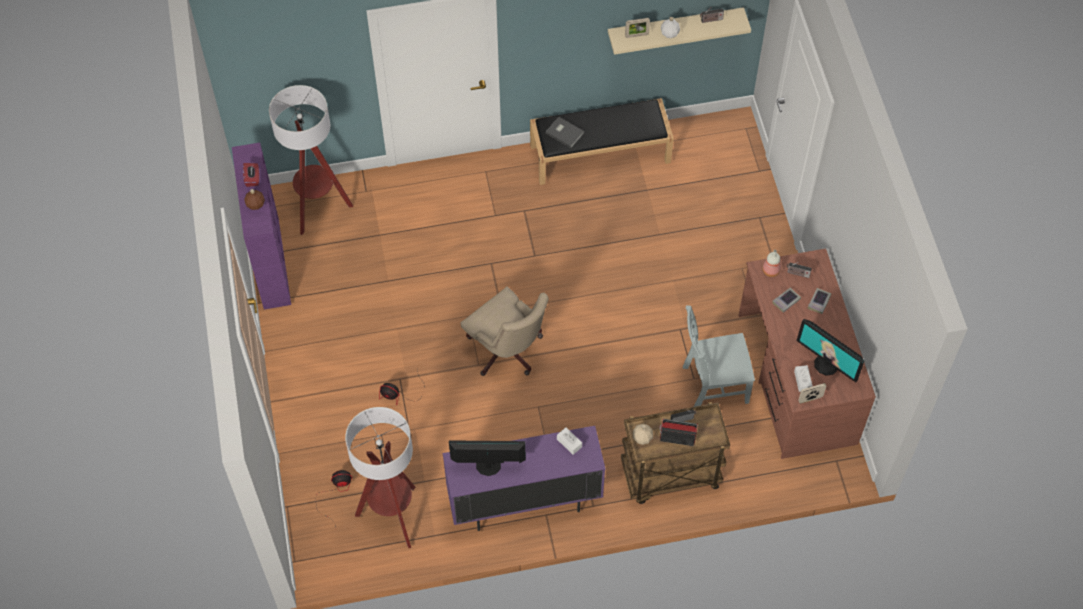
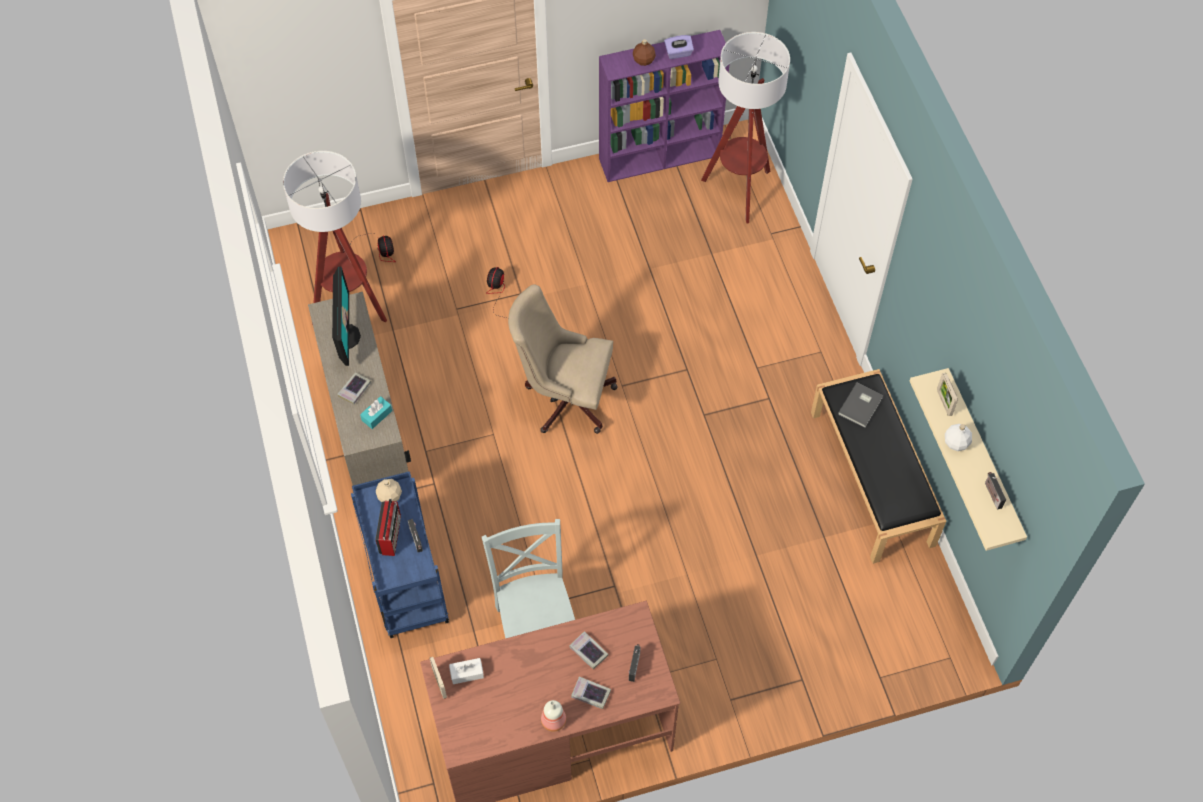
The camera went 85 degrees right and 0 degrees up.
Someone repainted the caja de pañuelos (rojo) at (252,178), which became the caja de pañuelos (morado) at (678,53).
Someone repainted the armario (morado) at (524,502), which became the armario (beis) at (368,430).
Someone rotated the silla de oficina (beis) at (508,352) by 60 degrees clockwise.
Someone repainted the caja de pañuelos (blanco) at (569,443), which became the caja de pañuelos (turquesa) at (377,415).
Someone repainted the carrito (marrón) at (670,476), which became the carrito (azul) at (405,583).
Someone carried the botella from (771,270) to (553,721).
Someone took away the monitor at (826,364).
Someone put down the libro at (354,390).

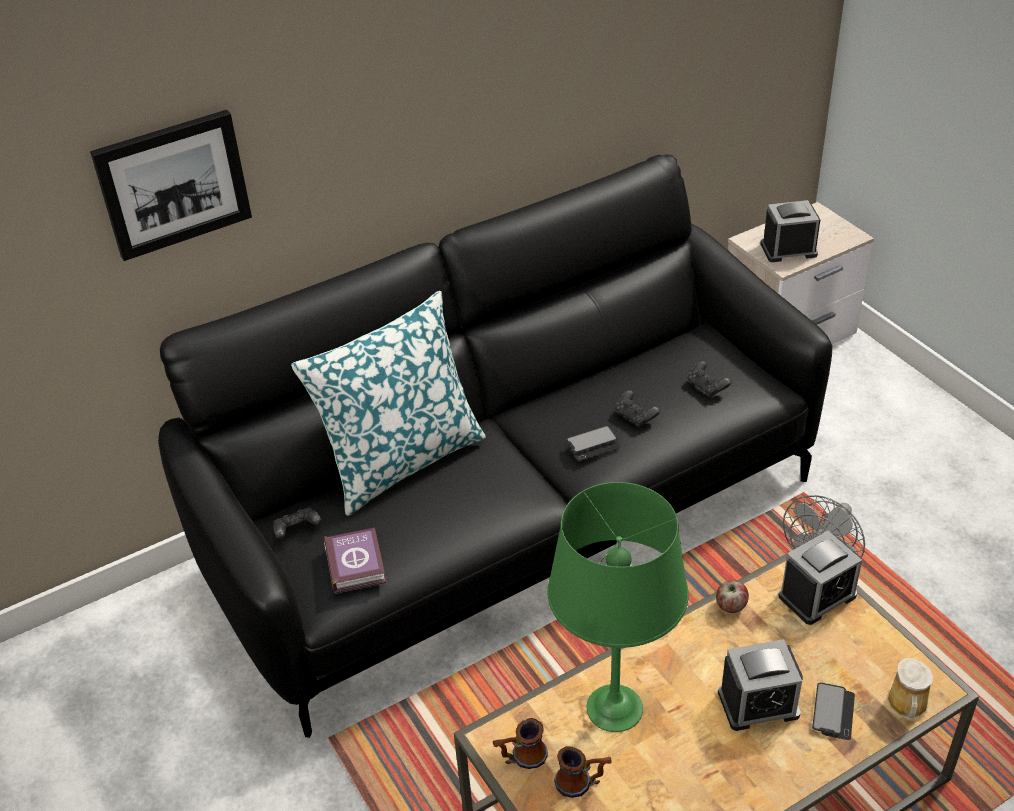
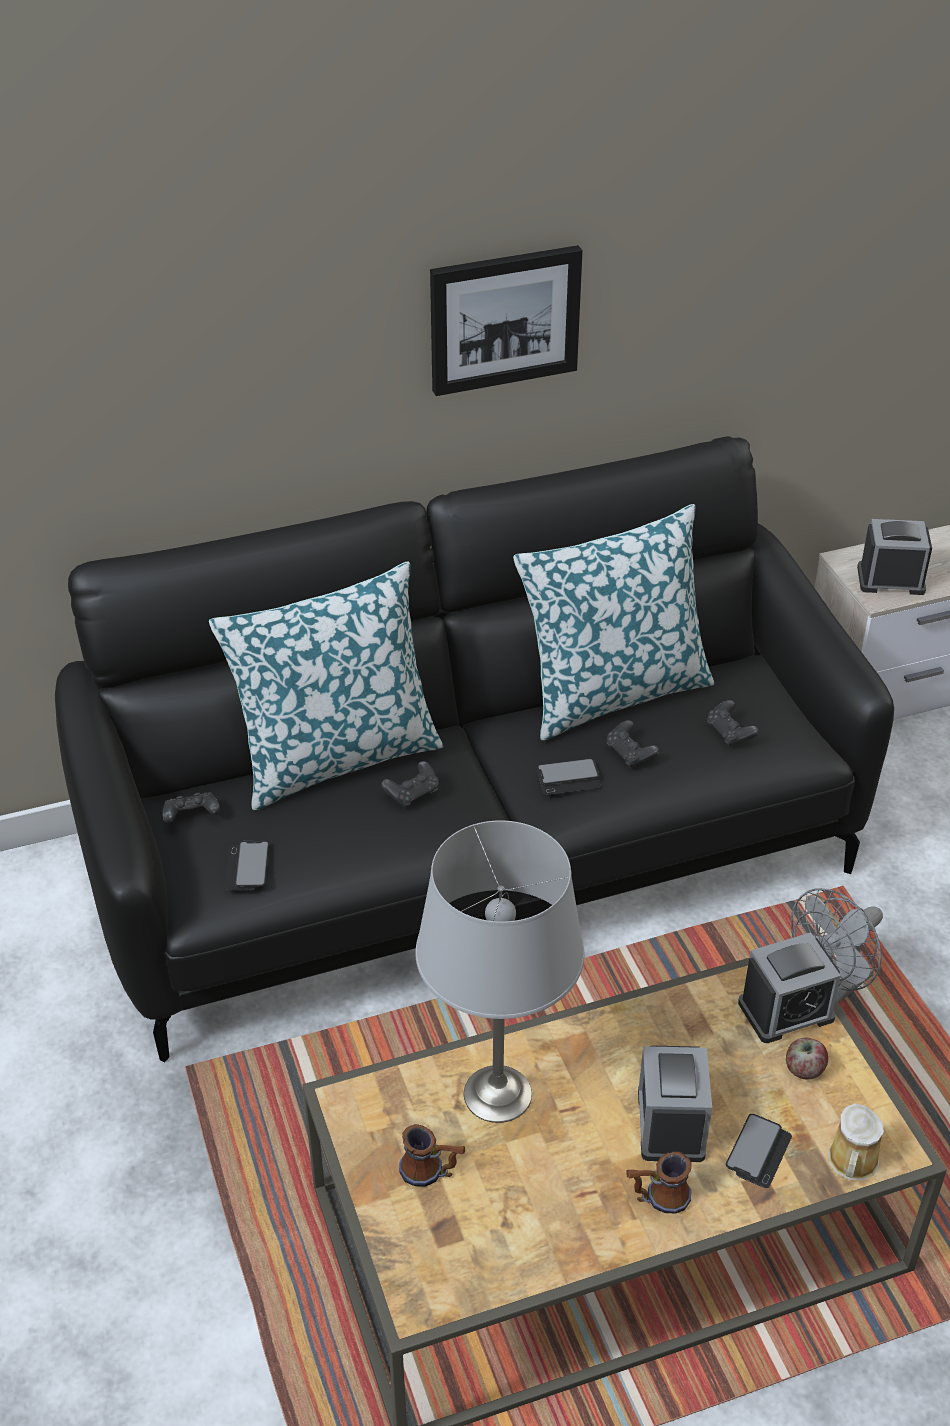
The camera went 10 degrees right and 0 degrees up.
Someone carried the cuadro from (173,183) to (504,319).
Someone swapped the libro at (356,563) for the móvil at (247,867).
Someone carried the taza grande from (521,758) to (657,1198).
Someone repainted the lámpara de mesa (verde) at (614,707), which became the lámpara de mesa (gris) at (498,1093).
Someone carried the manzana from (730,606) to (804,1070).
Someone rotated the despertador at (758,704) by 90 degrees clockwise.
Someone put down the mando de consola (negro) at (412,793).
Someone put down the cojín at (612,692).

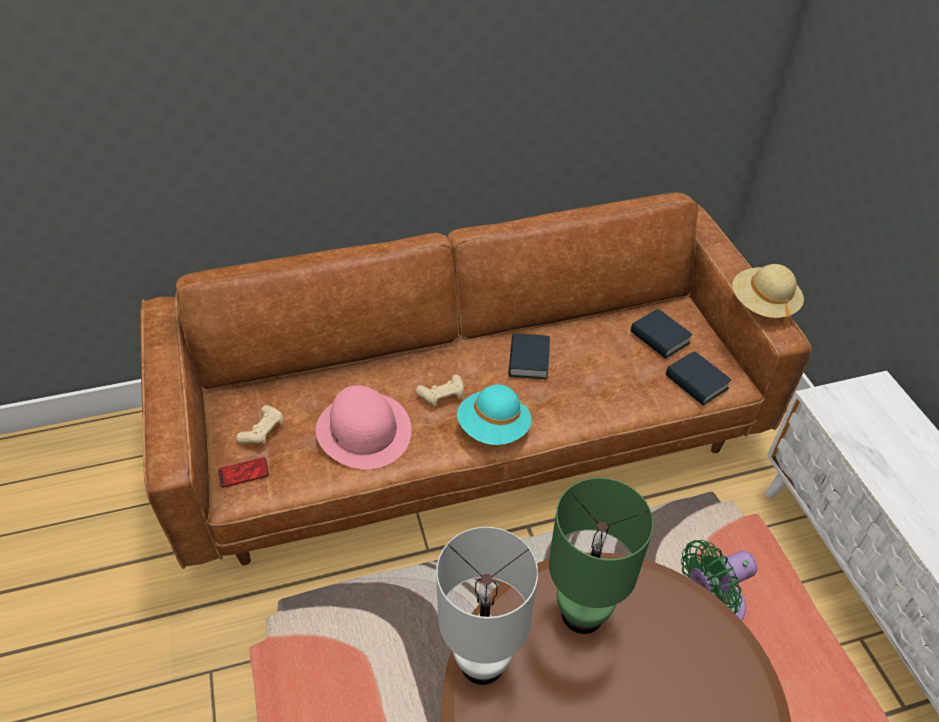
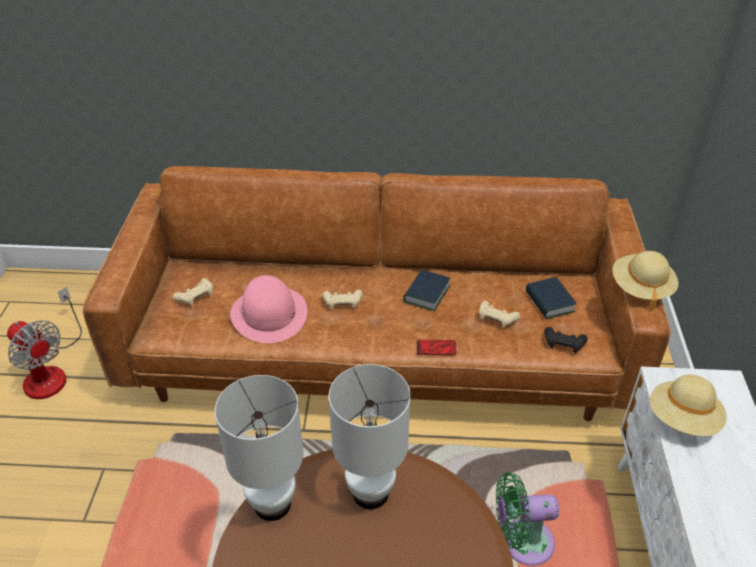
The camera went 20 degrees right and 5 degrees down.
Someone carried the móvil from (243,473) to (436,348).
Someone took away the sombrero (turquesa) at (493,428).
Someone repainted the lámpara de mesa (verde) at (582,613), which became the lámpara de mesa (blanco) at (371,492).
Someone swapped the libro at (696,382) for the mando de consola (negro) at (563,344).
Someone put down the ventilador at (51,371).
Someone put down the mando de consola (beis) at (496,318).
Someone put down the sombrero (beis) at (683,419).

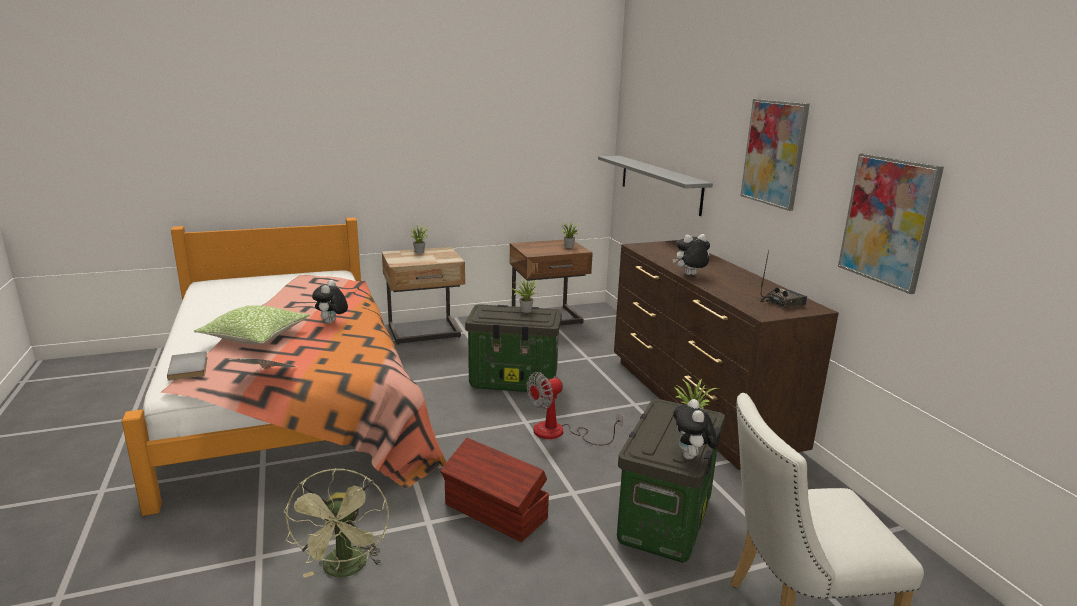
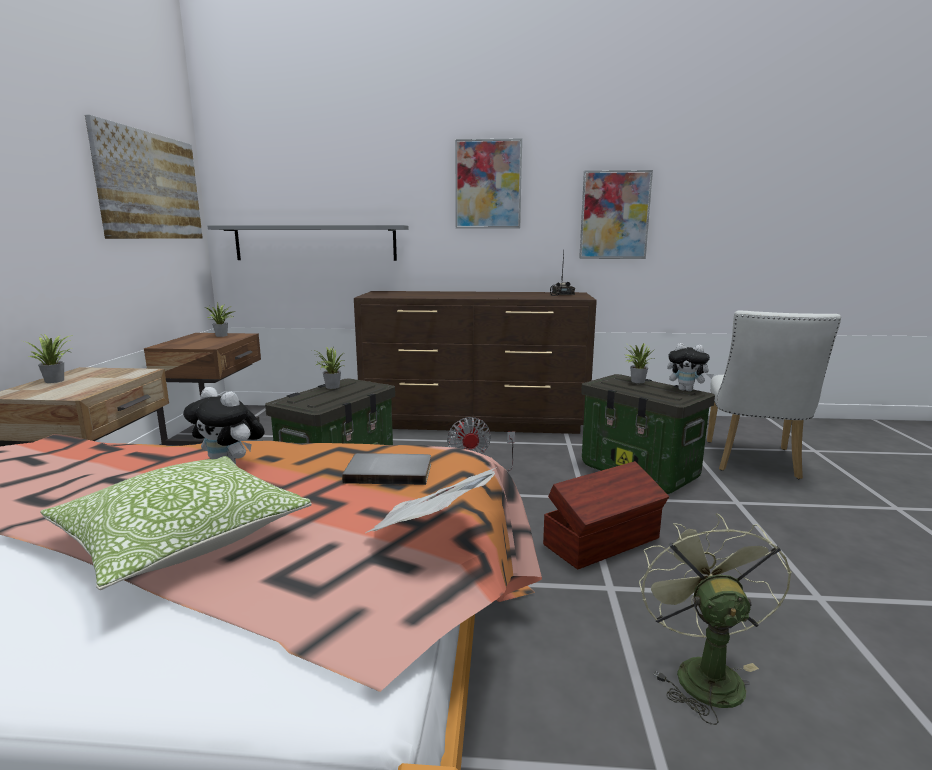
The camera went 65 degrees left and 5 degrees down.
Someone carried the libro (gris) from (190,367) to (389,471).
Someone rotated the ventilador (verde) at (345,570) by 105 degrees counterclockwise.
Someone took away the peluche at (690,275).
Someone put up the cuadro at (150,186).

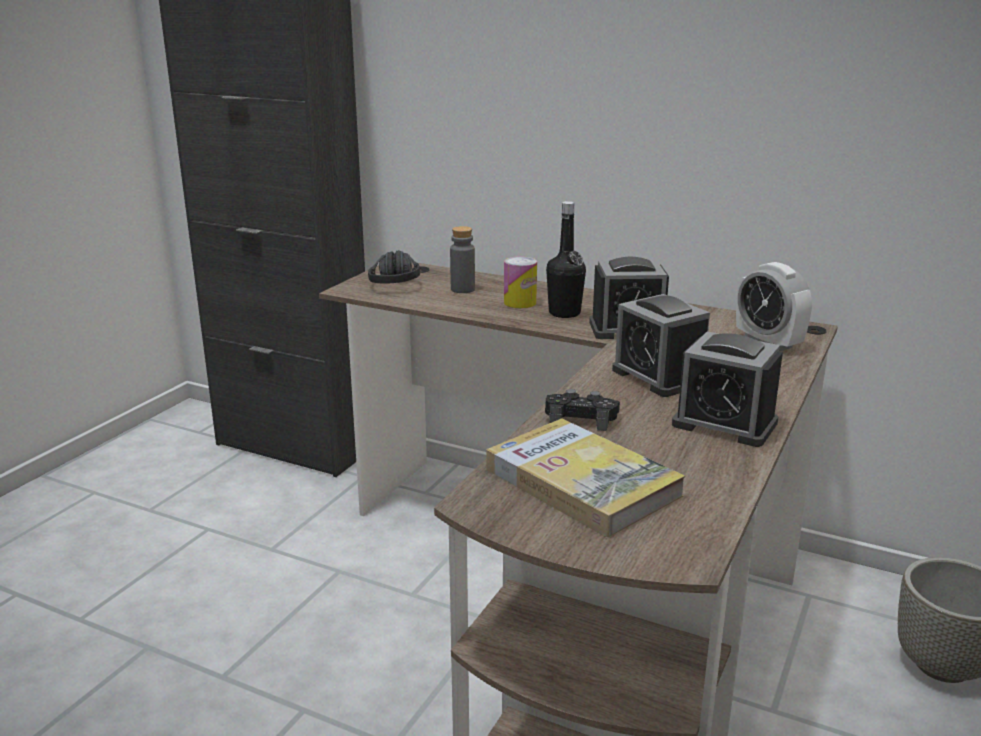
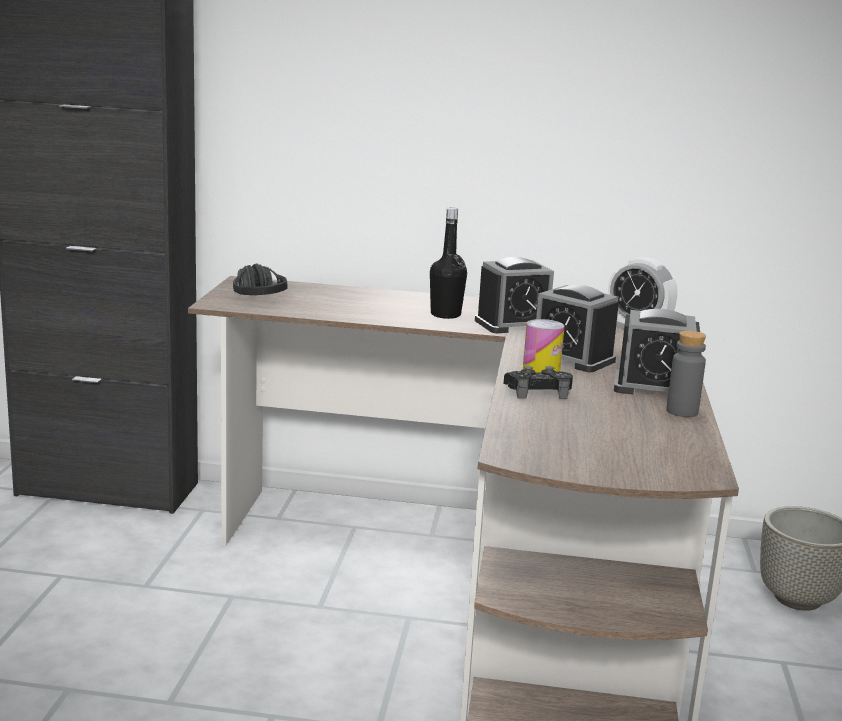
The camera went 20 degrees left and 5 degrees down.
Someone carried the botella (gris) from (462,289) to (682,411).
Someone took away the libro at (581,482).
Someone carried the lata from (520,303) to (541,372).

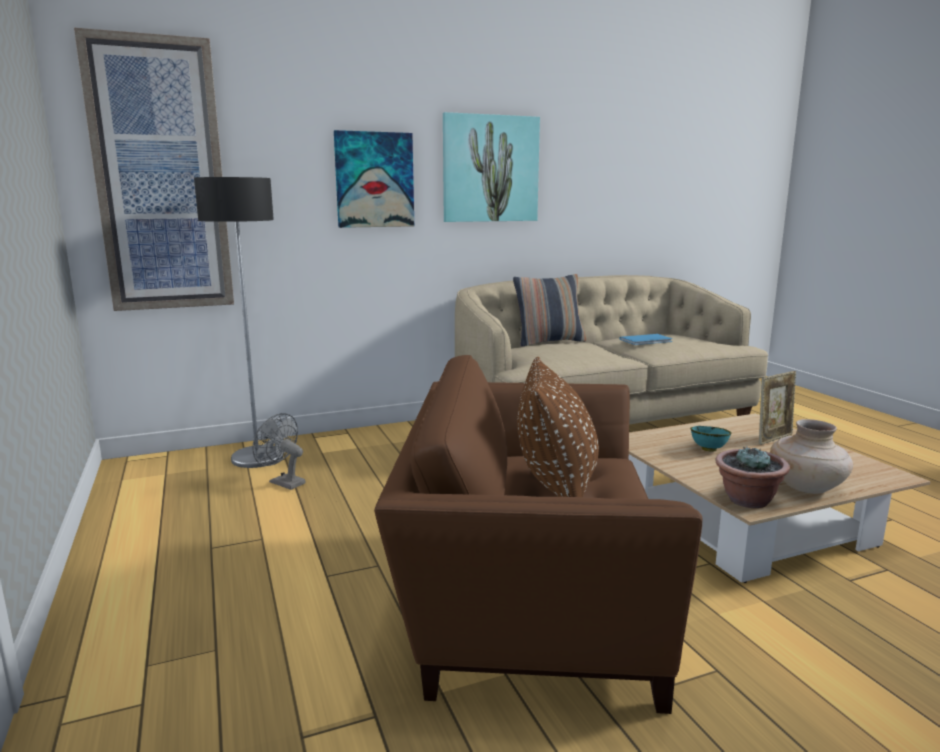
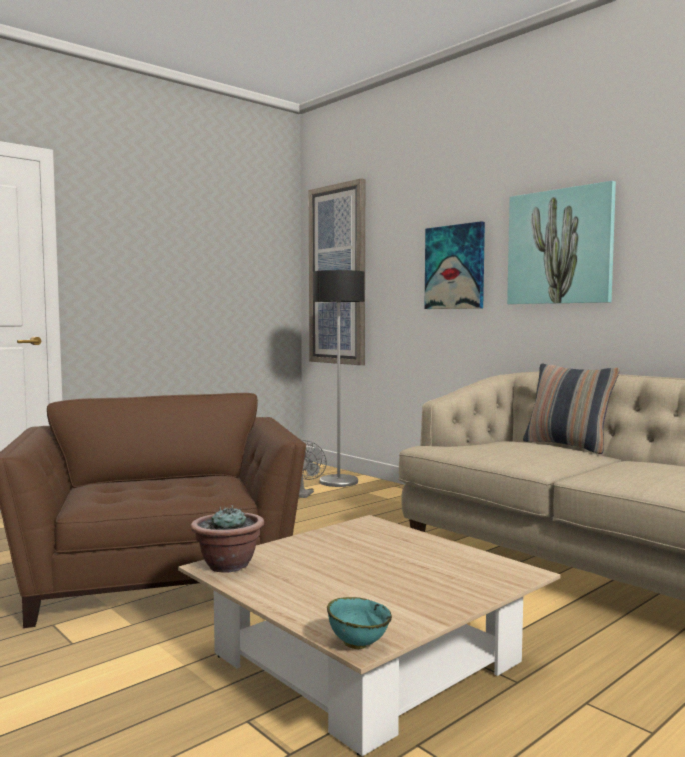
The camera went 70 degrees right and 10 degrees down.
Someone took away the cojín (marrón) at (555,486).
Someone took away the libro (azul) at (647,341).
Someone carried the cuenco (turquesa) from (708,450) to (357,644).
Someone took away the portarretratos at (773,438).
Someone took away the florero (beis) at (807,488).

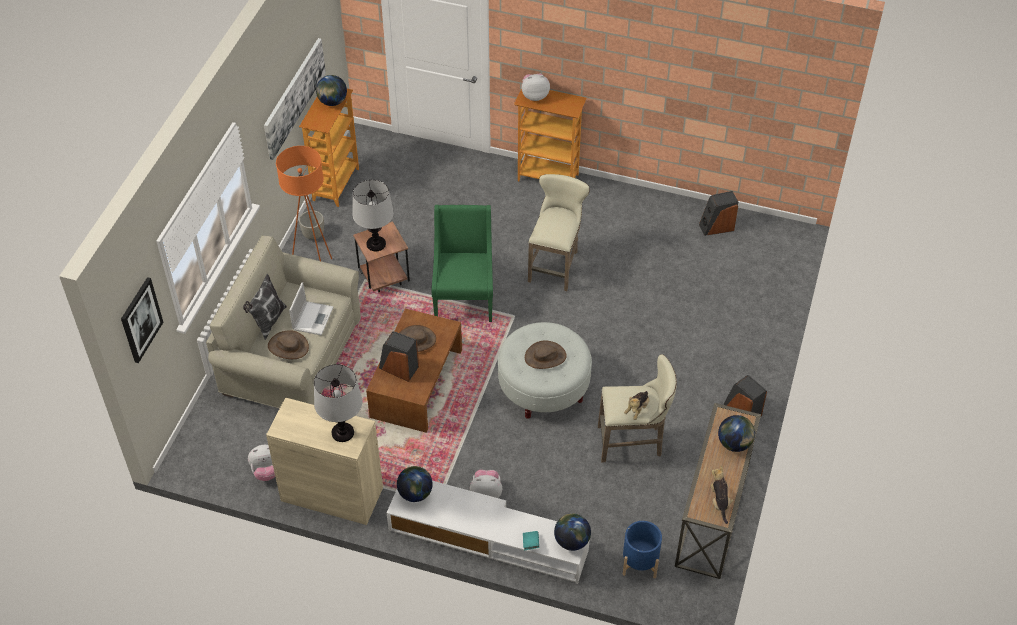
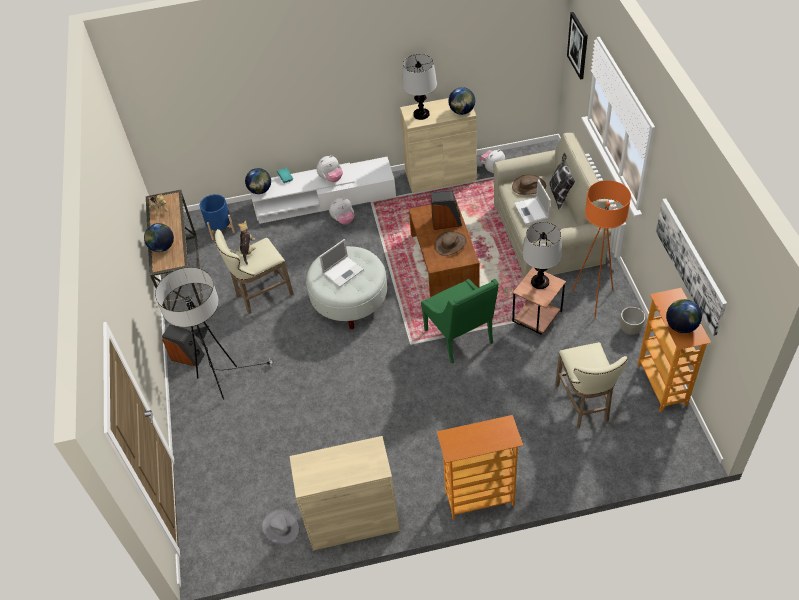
The camera went 155 degrees right and 0 degrees up.
Someone carried the globo terráqueo from (415,493) to (462,111).
Someone carried the peluche from (535,96) to (331,178).
Someone swapped the sombrero (marrón) at (545,357) for the portátil at (343,271).
Someone carried the taburete (beis) from (556,264) to (584,405).
Someone swapped the altavoz at (716,227) for the sombrero (gris) at (280,527).
Someone put down the lámpara de pie at (222,382).
Someone put down the armario (beis) at (352,521).

